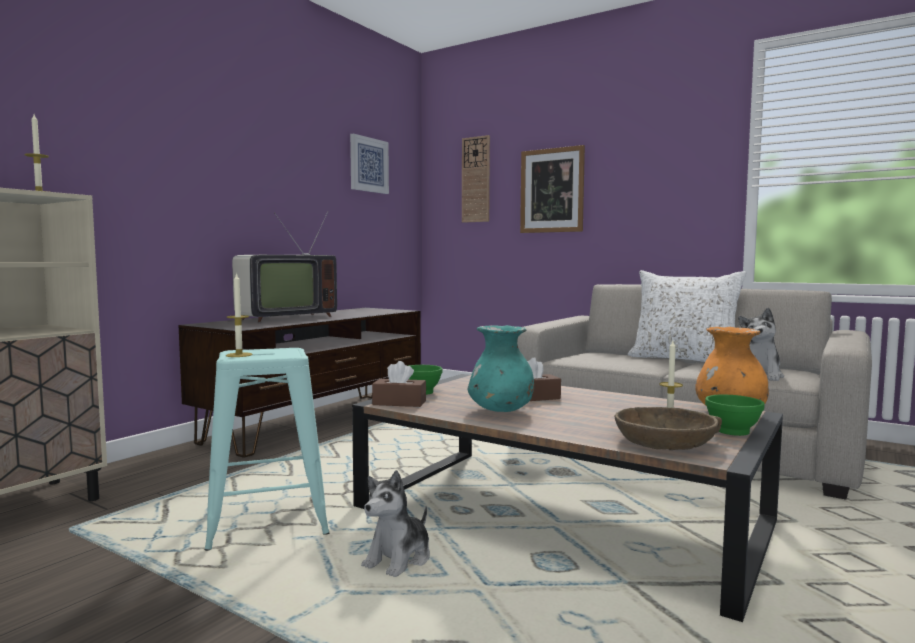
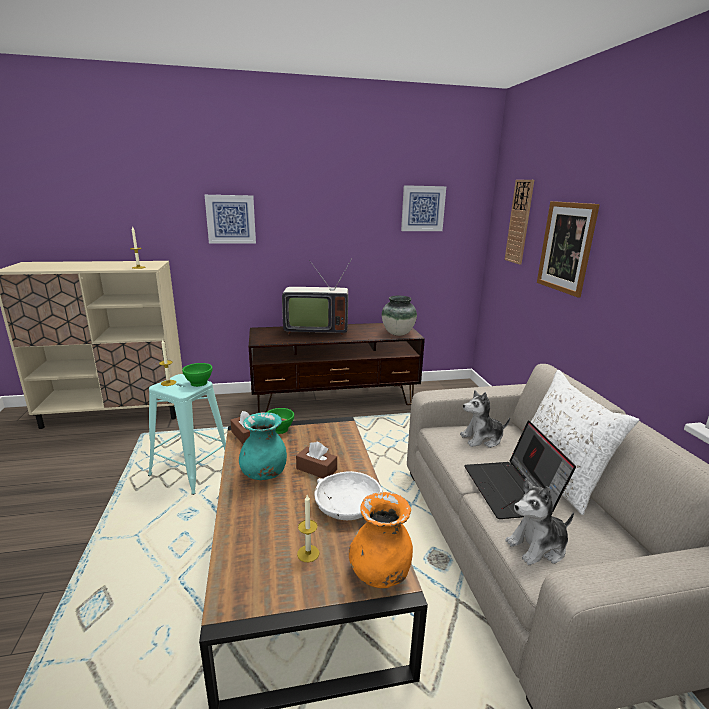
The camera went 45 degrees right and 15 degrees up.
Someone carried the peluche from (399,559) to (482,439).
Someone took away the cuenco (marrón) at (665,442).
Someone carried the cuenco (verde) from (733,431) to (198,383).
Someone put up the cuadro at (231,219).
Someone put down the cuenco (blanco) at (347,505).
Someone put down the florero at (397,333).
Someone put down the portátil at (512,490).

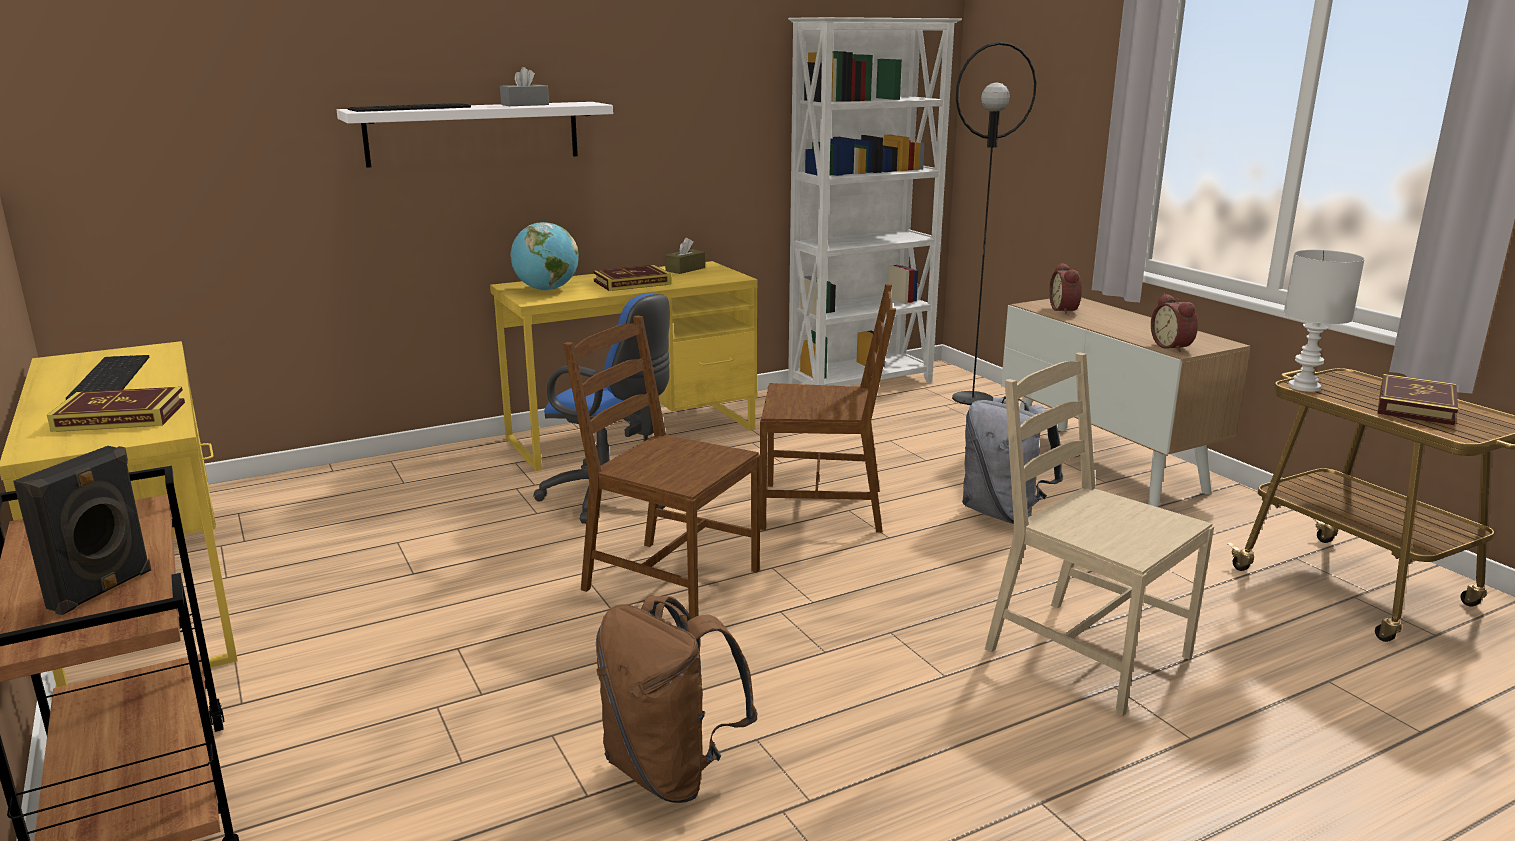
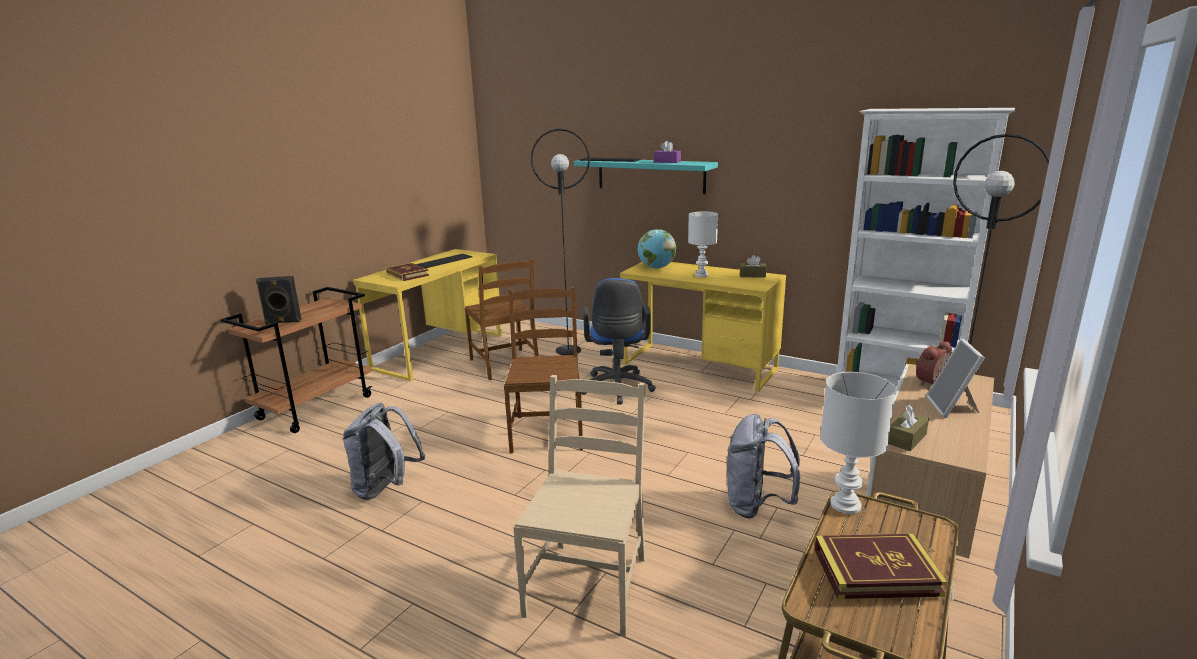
The camera went 60 degrees right and 0 degrees up.
Someone repainted the estante (blanco) at (473,133), which became the estante (turquesa) at (650,175).
Someone repainted the caja de pañuelos (gris) at (525,105), which became the caja de pañuelos (morado) at (667,162).
Someone swapped the libro at (632,283) for the lámpara de mesa (blanco) at (701,275).
Someone repainted the mochila (marrón) at (670,772), which became the mochila (gris) at (385,489).
Someone carried the silla (marrón) from (823,507) to (505,364).
Someone swapped the despertador at (1173,346) for the caja de pañuelos (marrón) at (906,439).
Someone put down the lámpara de pie (negro) at (568,350).
Someone put down the portarretratos at (952,408).

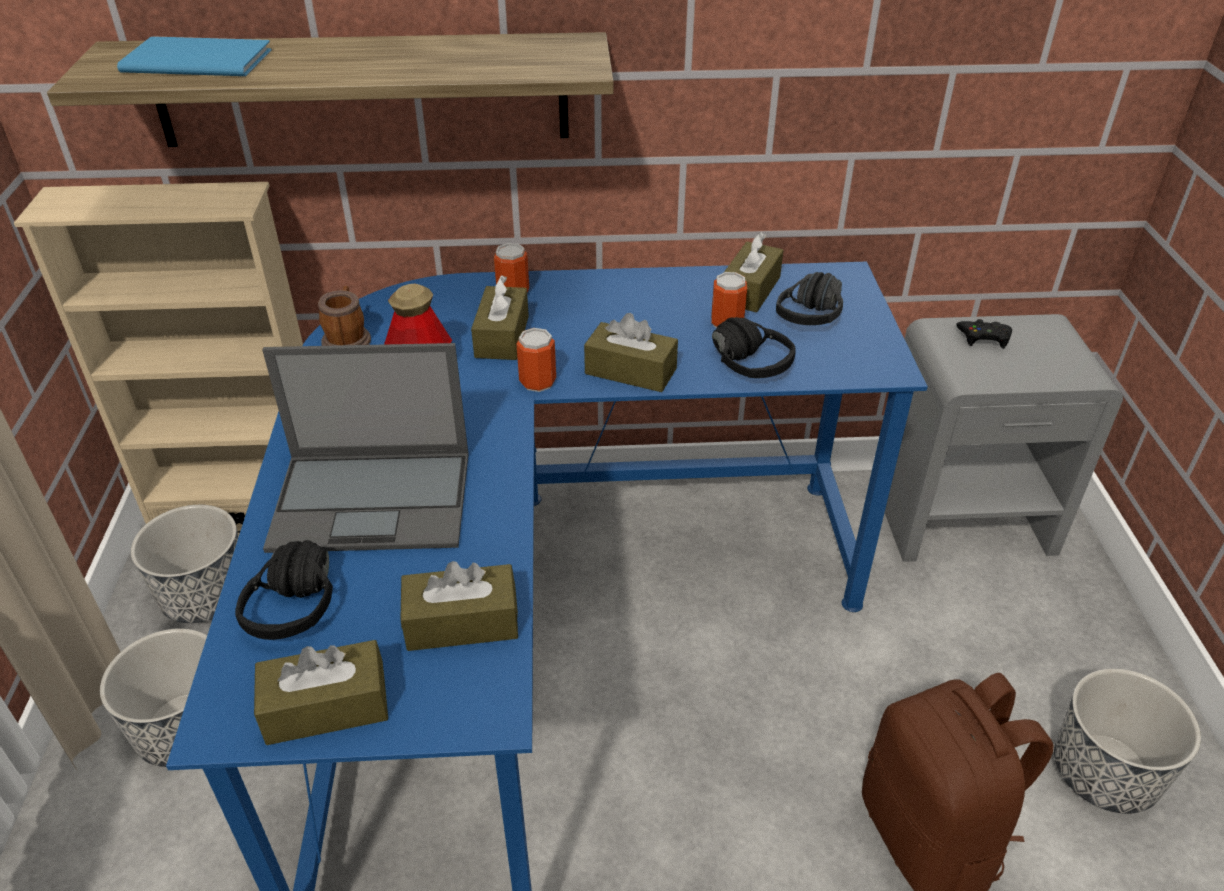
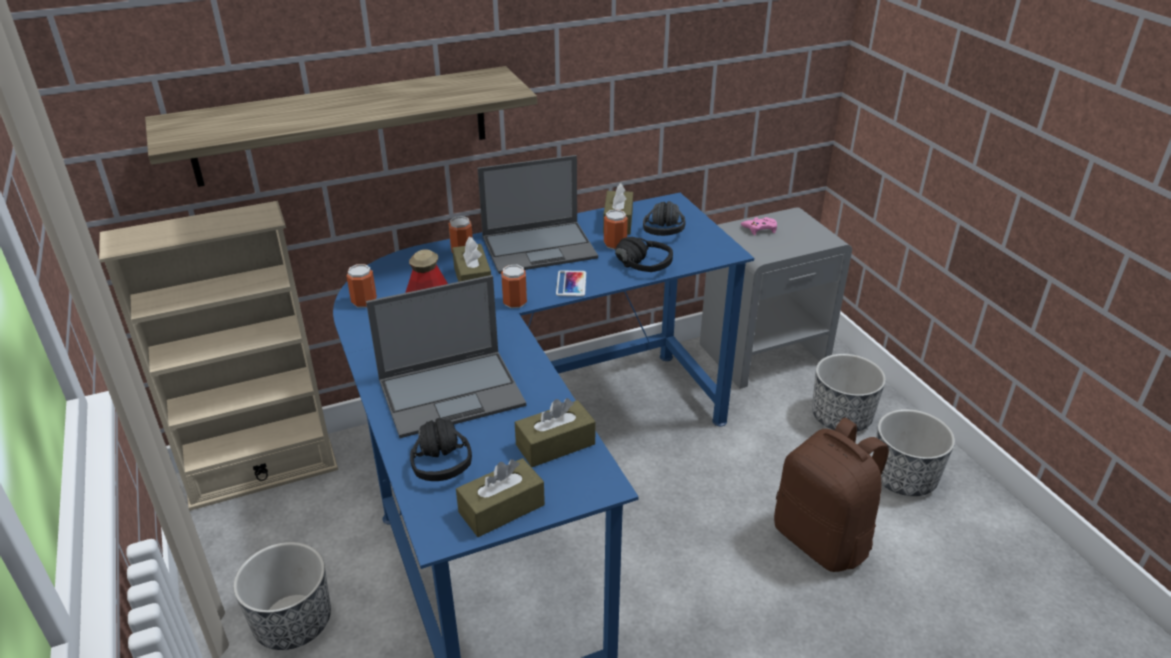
The camera went 20 degrees left and 5 degrees down.
Someone took away the libro (azul) at (195,59).
Someone carried the maceta from (206,595) to (841,417).
Someone swapped the taza grande at (347,339) for the lata at (364,301).
Someone swapped the caja de pañuelos (marrón) at (630,371) for the móvil at (571,284).
Someone repainted the mando de consola (negro) at (984,338), which became the mando de consola (rosa) at (760,229).
Someone put down the portátil at (540,247).

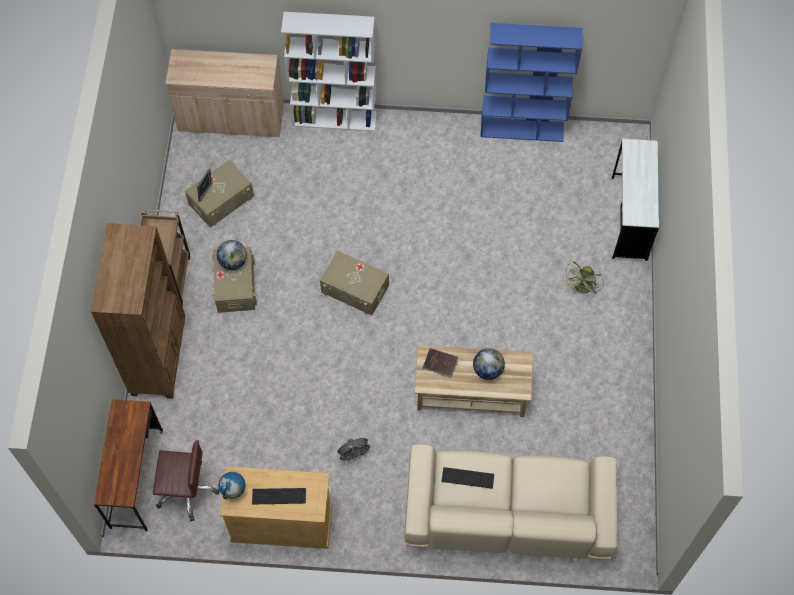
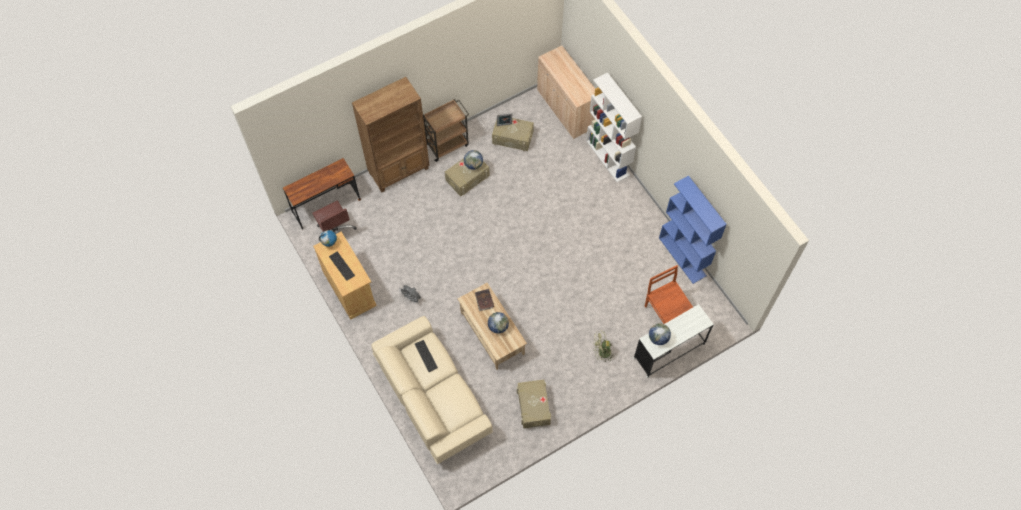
The camera went 55 degrees right and 0 degrees up.
Someone carried the caja de almacenaje (beis) from (355,289) to (533,407).
Someone put down the silla (marrón) at (666,312).
Someone put down the globo terráqueo at (658,338).

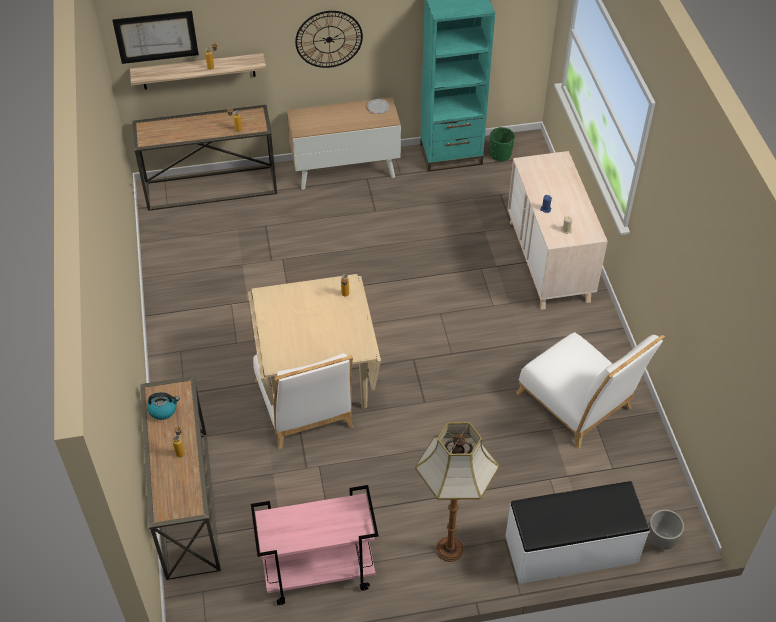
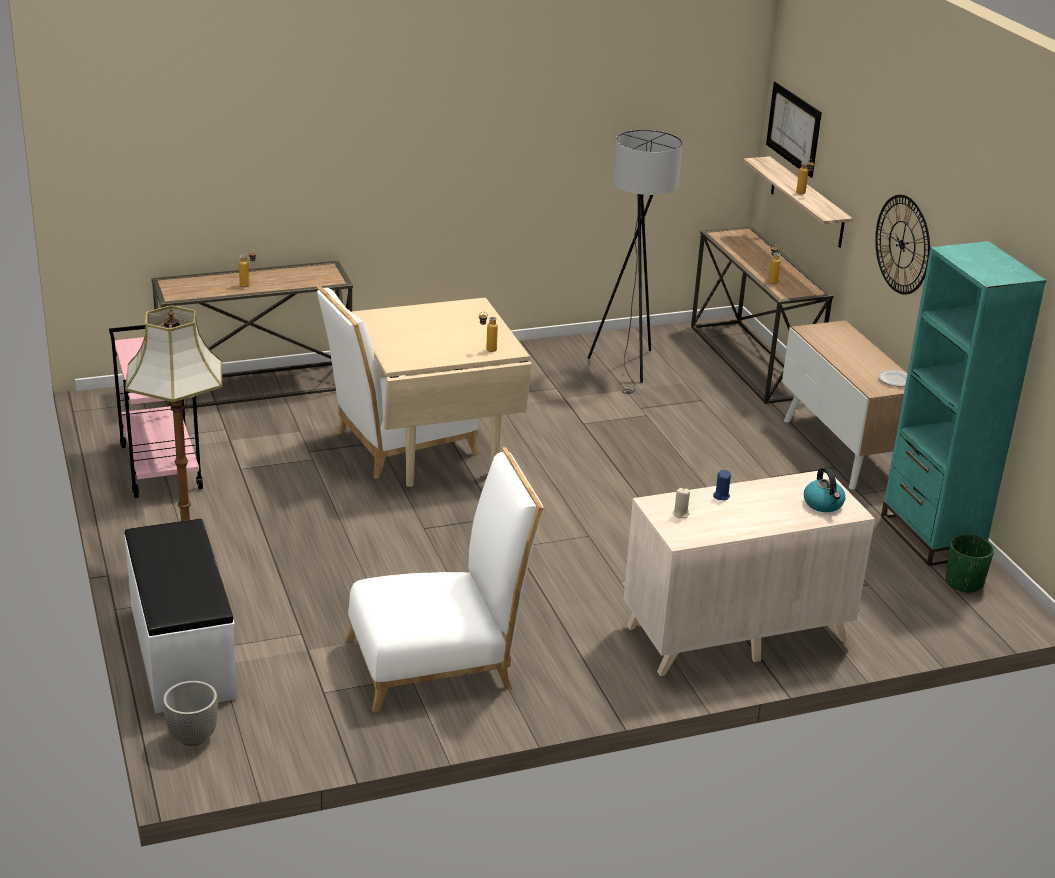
The camera went 80 degrees right and 20 degrees down.
Someone carried the hervidor from (163,410) to (823,504).
Someone rotated the silla (blanco) at (578,405) by 150 degrees counterclockwise.
Someone put down the lámpara de pie (gris) at (629,366).

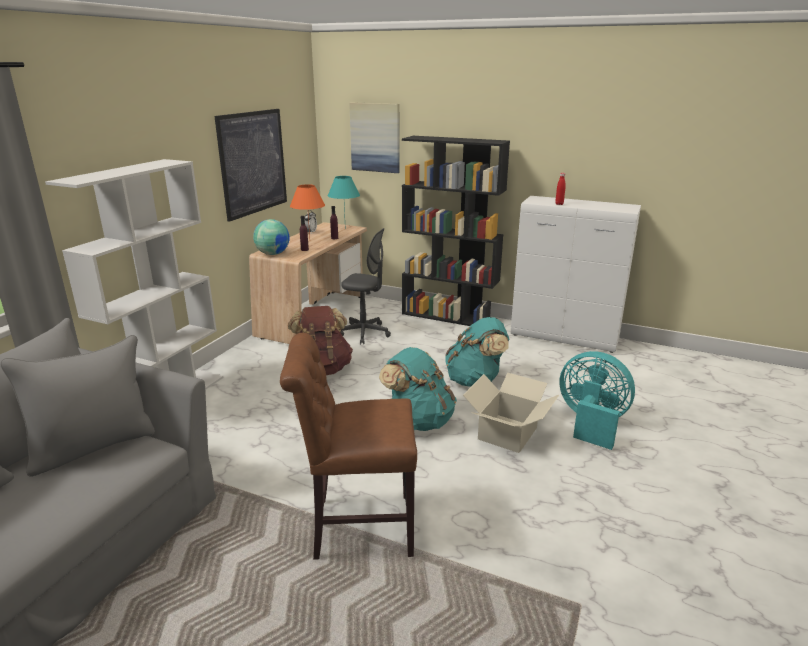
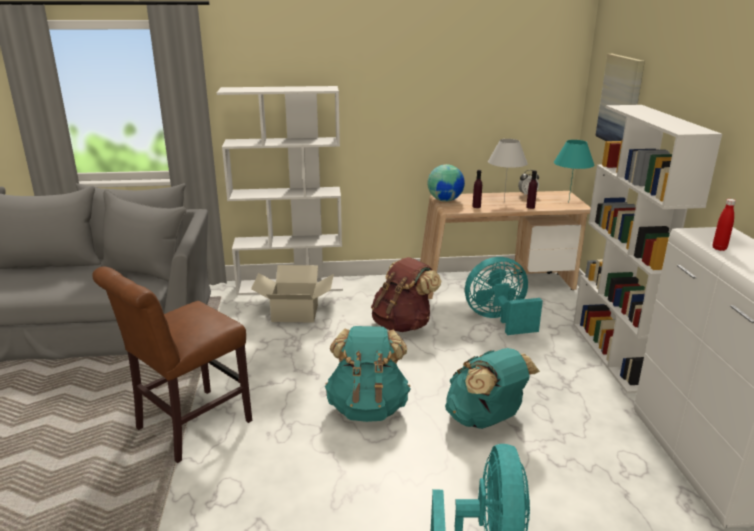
The camera went 60 degrees right and 0 degrees up.
Someone took away the cuadro at (253,163).
Someone rotated the silla (marrón) at (357,526) by 105 degrees counterclockwise.
Someone repainted the lámpara de mesa (naranja) at (309,241), which became the lámpara de mesa (blanco) at (503,201).
Someone swapped the silla de oficina (gris) at (364,333) for the ventilador (turquesa) at (499,320).
Someone repainted the estantería (negro) at (449,316), which became the estantería (blanco) at (615,355).
Someone carried the caja de cartón from (508,433) to (295,313).

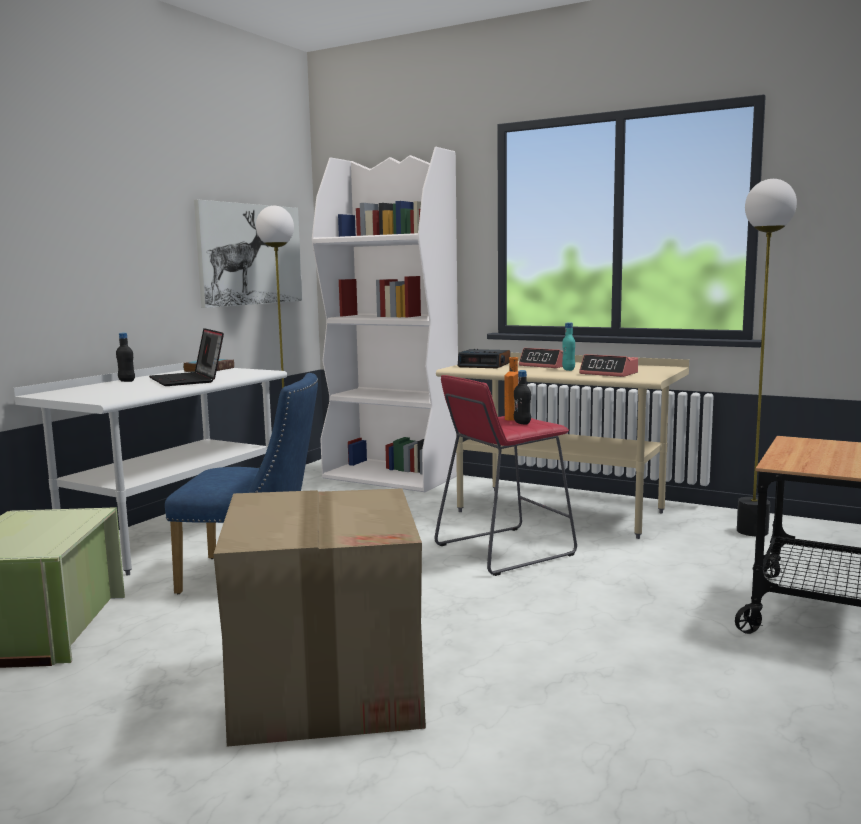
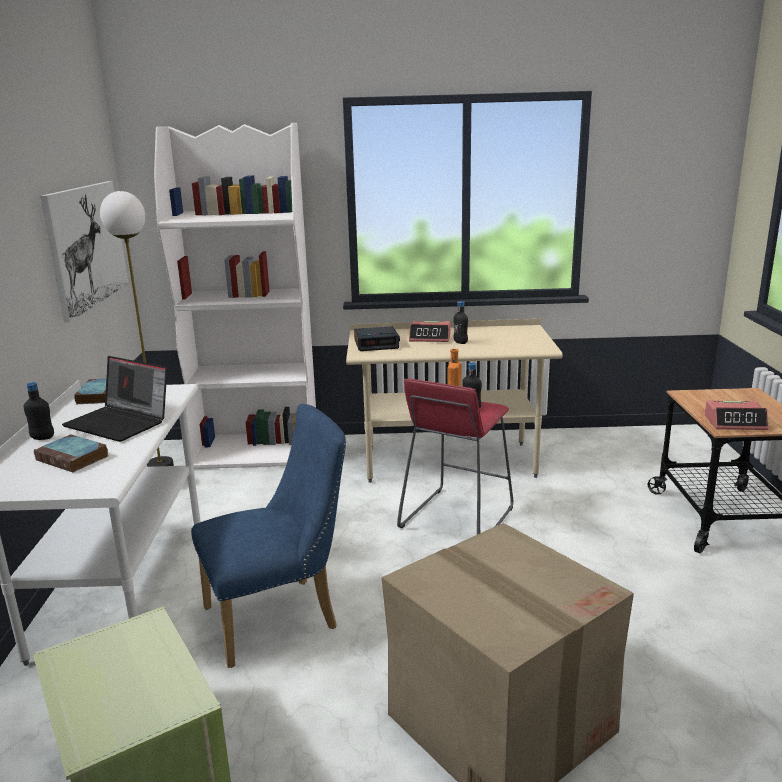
The camera went 30 degrees left and 10 degrees up.
Someone repainted the botella (turquesa) at (568,369), which became the botella (negro) at (460,342).
Someone carried the despertador from (609,373) to (735,422).
Someone took away the lámpara de pie at (753,531).
Someone put down the libro at (74,458).

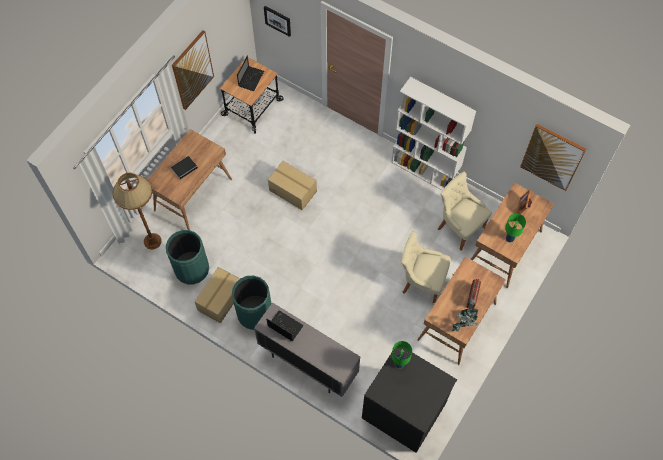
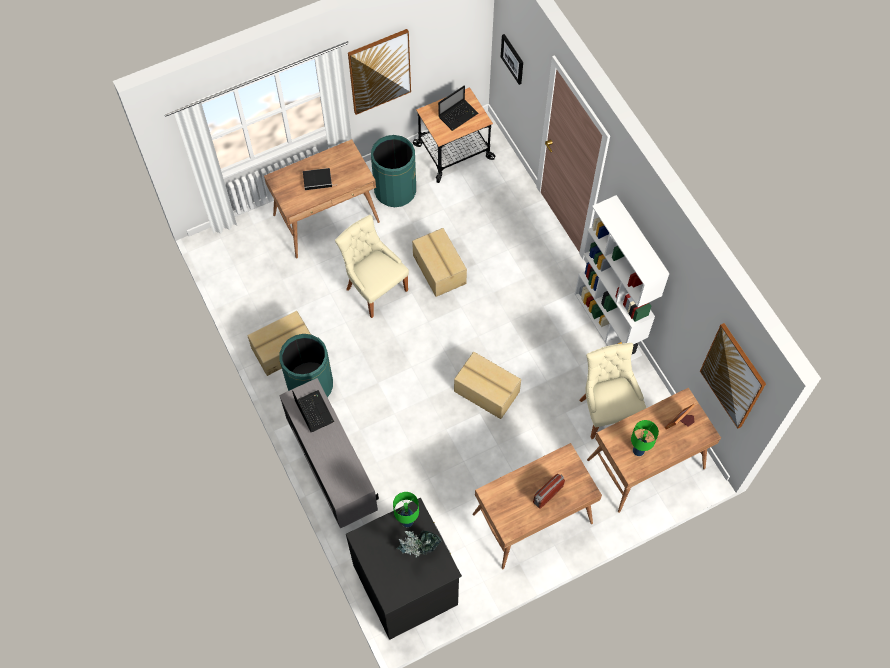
The camera went 30 degrees right and 0 degrees up.
Someone took away the lámpara de pie (marrón) at (152,241).
Someone carried the papelera (verde) from (191,269) to (395,190).
Someone carried the silla (beis) from (421,282) to (375,288).
Someone carried the planta en maceta from (464,325) to (418,551).
Someone put down the caja de cartón at (486,392).

